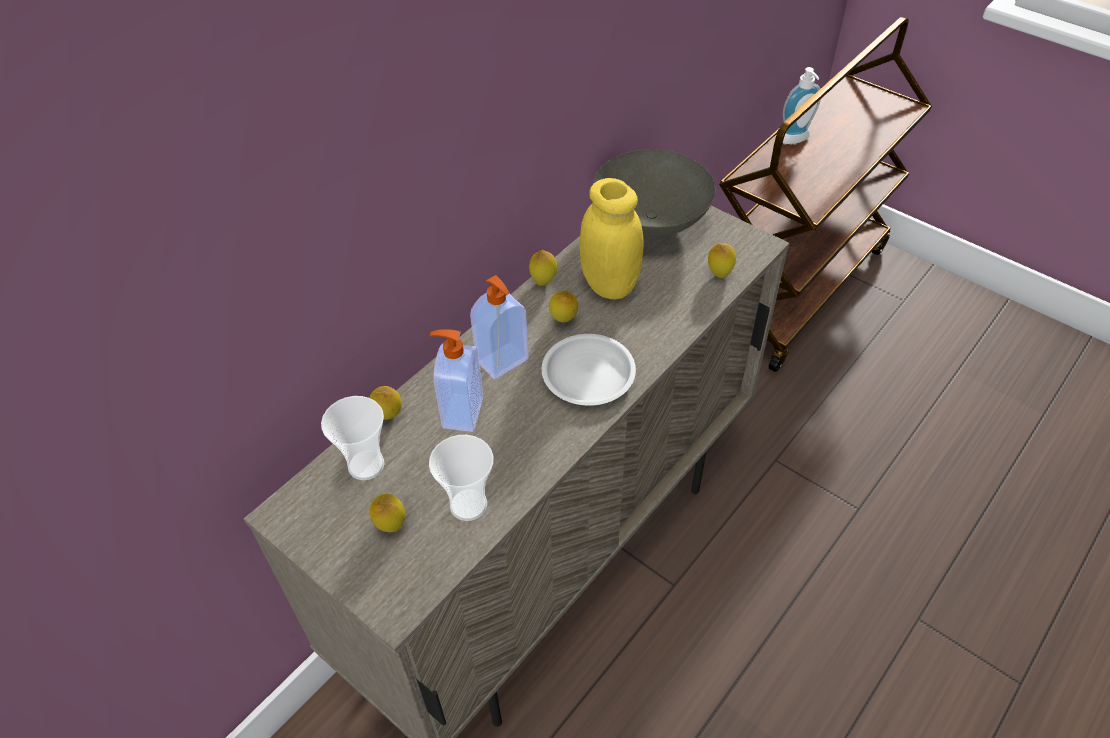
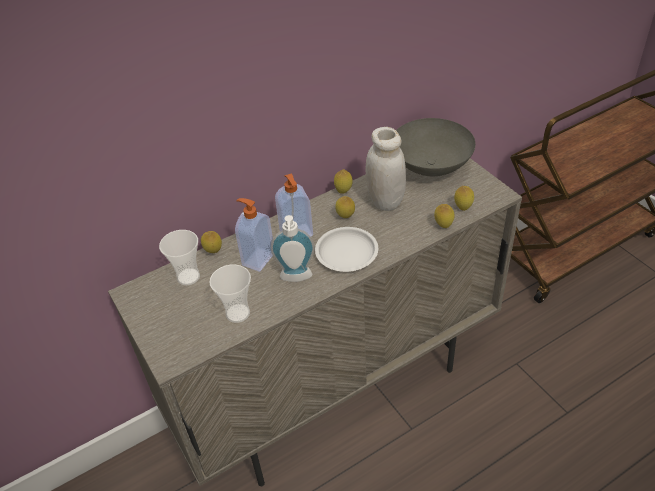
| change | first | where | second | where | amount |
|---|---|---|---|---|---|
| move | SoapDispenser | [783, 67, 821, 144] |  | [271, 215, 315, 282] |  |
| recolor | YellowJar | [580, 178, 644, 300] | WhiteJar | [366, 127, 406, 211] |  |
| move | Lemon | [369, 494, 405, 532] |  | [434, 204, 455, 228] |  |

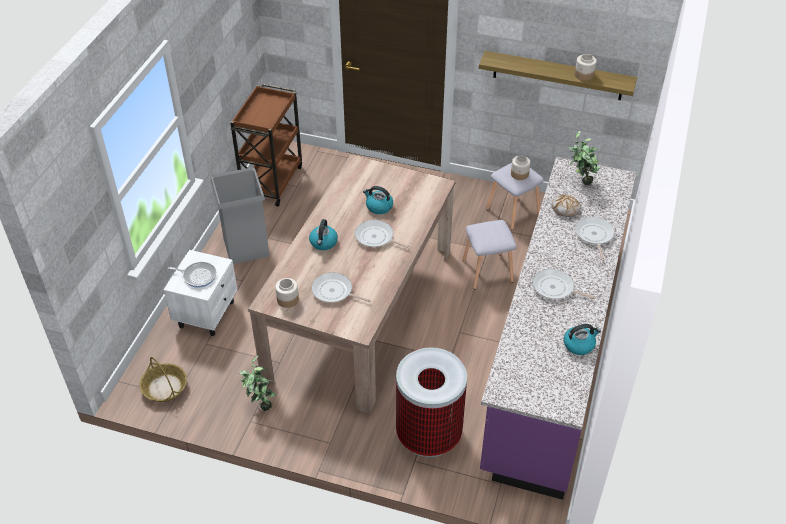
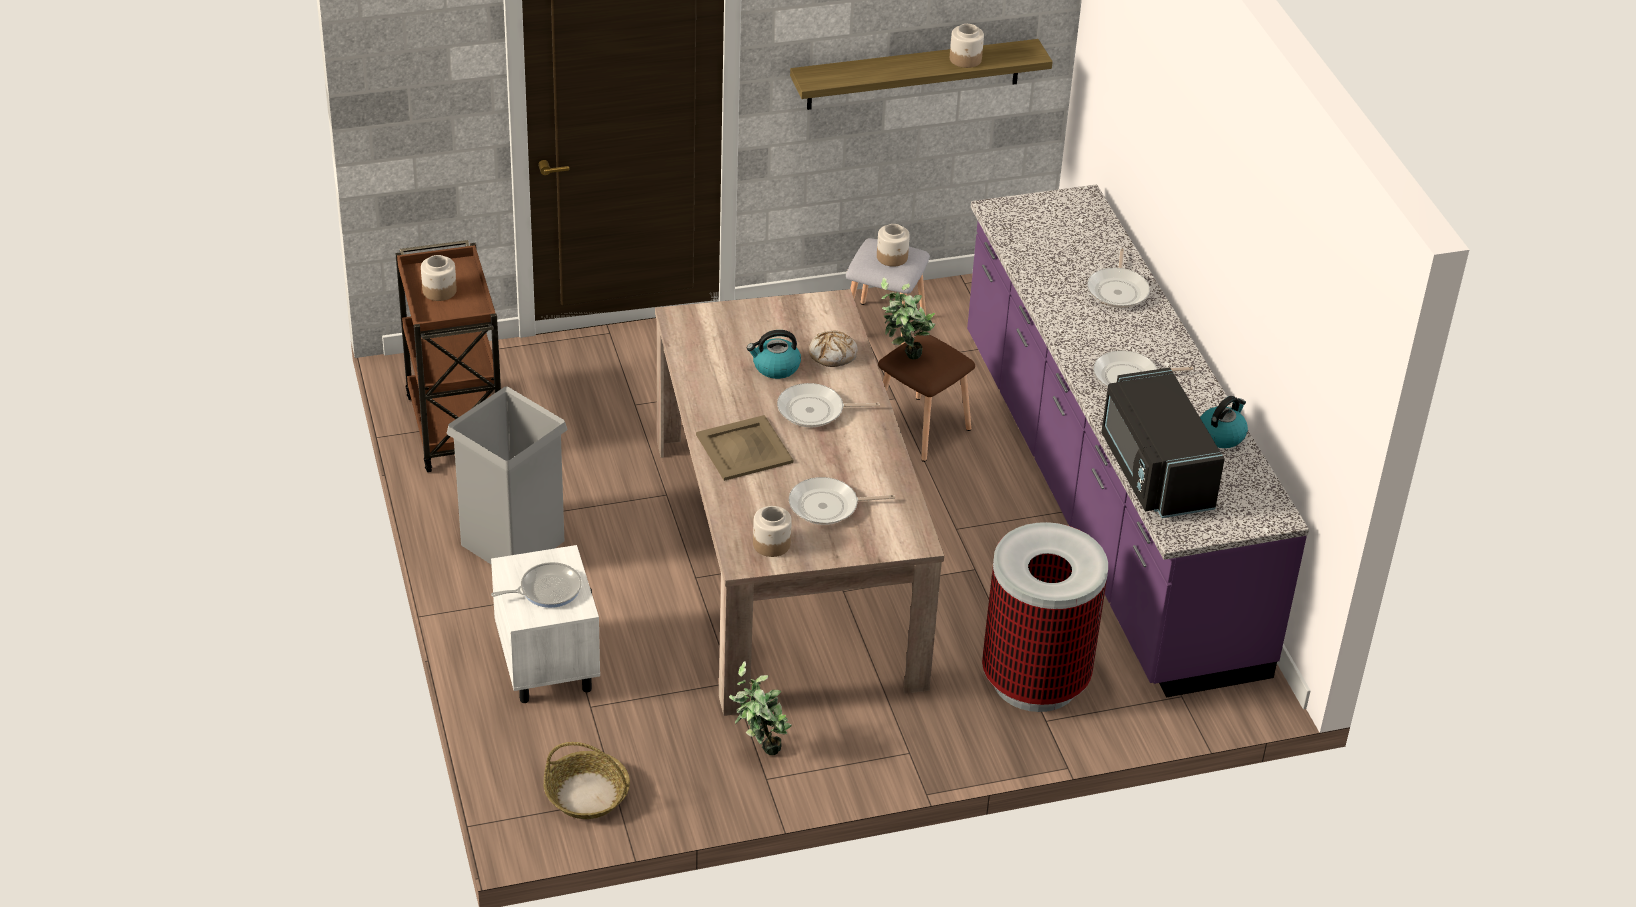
| change | first | where | second | where | amount |
|---|---|---|---|---|---|
| insert |  |  | Jar | [421, 255, 457, 301] |  |
| replace | Kettle | [309, 219, 338, 250] | BeigeTray | [696, 415, 793, 481] |  |
| move | Bread | [552, 195, 581, 217] |  | [809, 331, 858, 367] |  |
| recolor | GreyStool | [462, 220, 517, 289] | BrownStool | [878, 335, 975, 462] |  |
| move | PottedPlant | [569, 131, 601, 185] |  | [881, 277, 935, 360] |  |
| rotate | FryingPan | [575, 217, 615, 261] |  | [1087, 249, 1150, 308] | 135 degrees counterclockwise |
| insert |  |  | BlackMicrowave | [1101, 368, 1225, 518] |  |

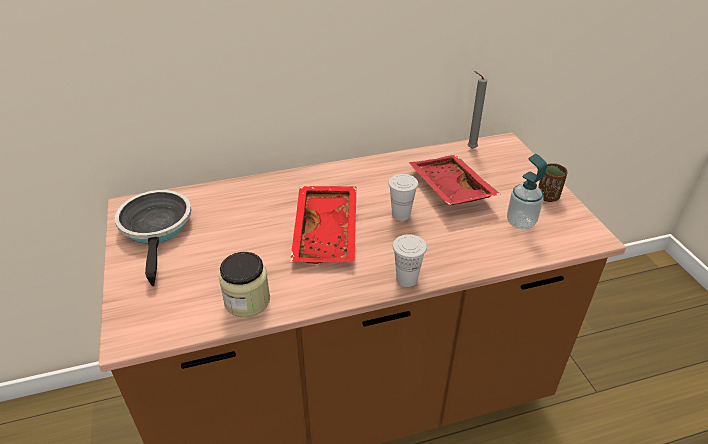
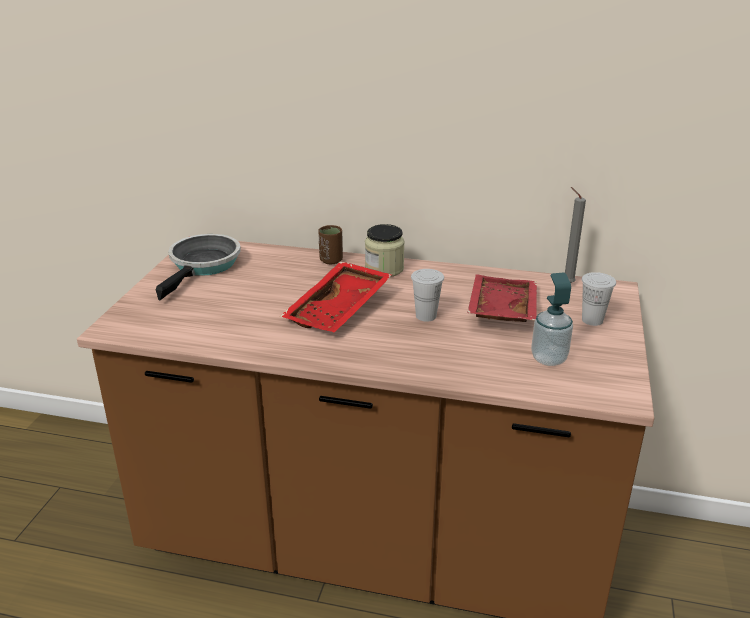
| change | first | where | second | where | amount |
|---|---|---|---|---|---|
| move | BrownCup | [538, 163, 568, 202] |  | [318, 225, 343, 264] |  |
| move | Jar | [219, 252, 270, 317] |  | [365, 224, 405, 277] |  |
| move | WhiteCup | [393, 234, 427, 287] |  | [582, 272, 616, 326] |  |

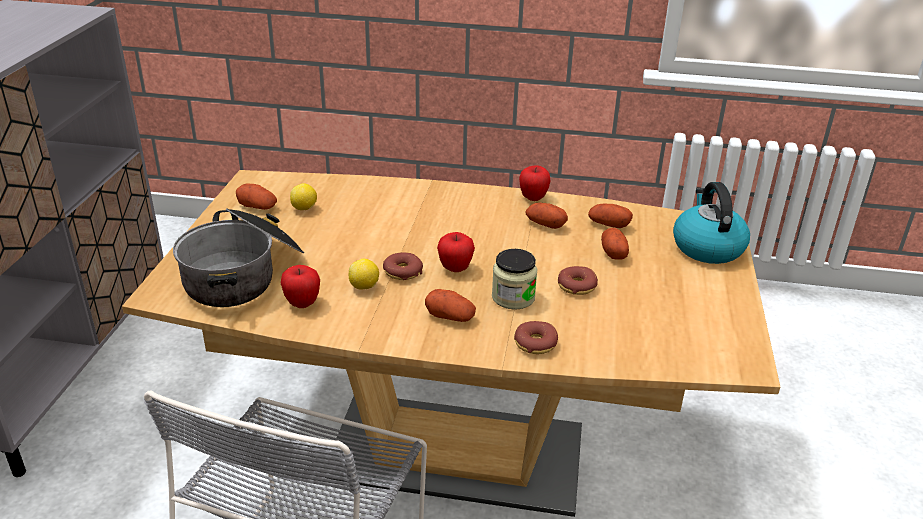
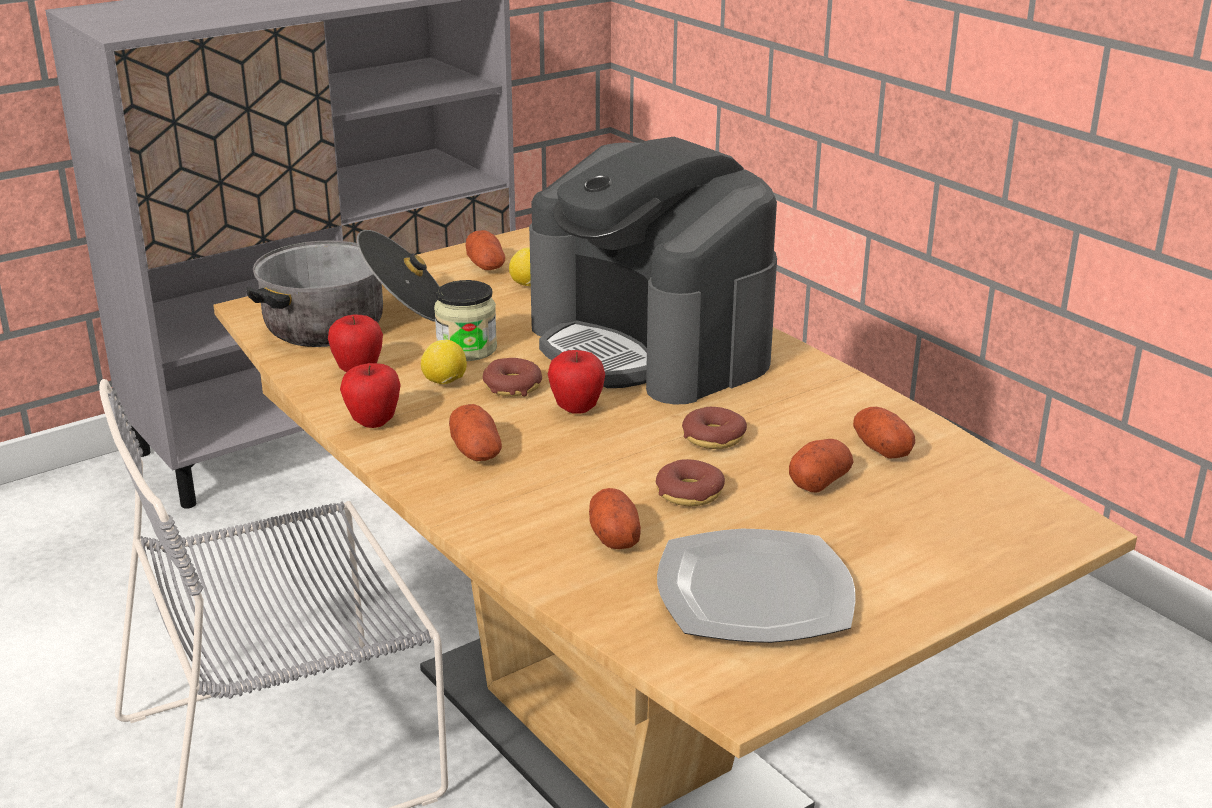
| change | first | where | second | where | amount |
|---|---|---|---|---|---|
| move | Apple | [519, 165, 551, 201] |  | [340, 363, 401, 428] |  |
| move | Jar | [492, 249, 538, 310] |  | [434, 280, 497, 361] |  |
| insert |  |  | CoffeeMachine | [529, 137, 777, 405] |  |
| move | Potato | [525, 203, 568, 229] |  | [589, 488, 641, 549] |  |
| insert |  |  | Plate | [657, 529, 855, 643] |  |
| move | Donut | [514, 321, 558, 354] |  | [682, 407, 747, 449] |  |
| delete | Kettle | [673, 182, 750, 264] |  |  |  |

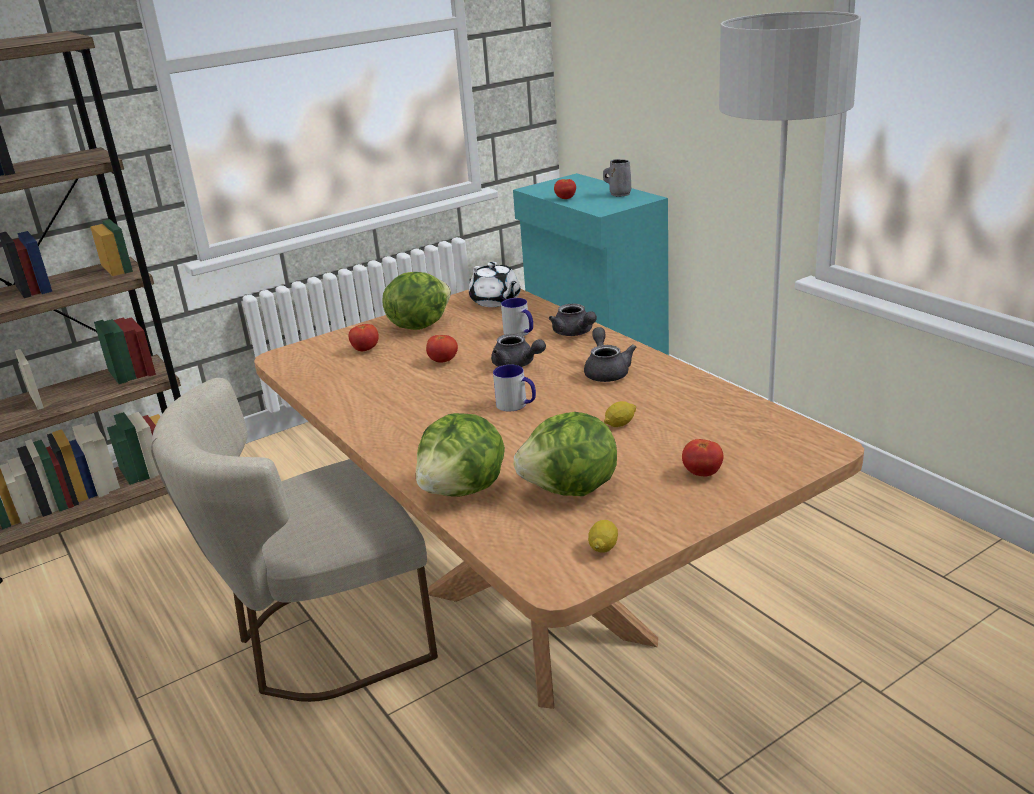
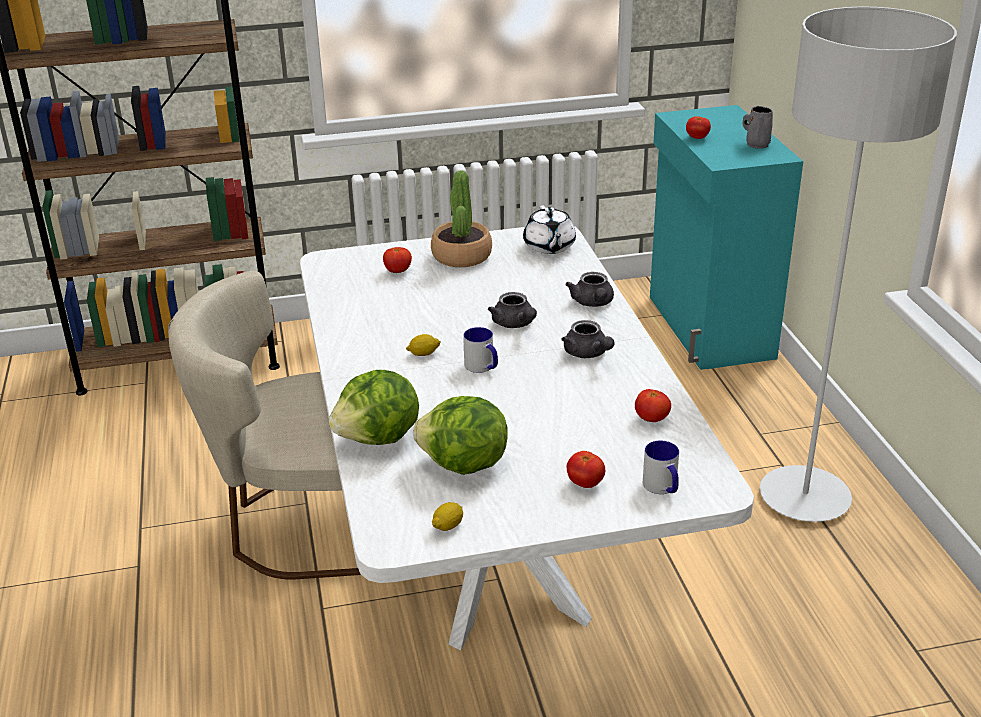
| change | first | where | second | where | amount |
|---|---|---|---|---|---|
| recolor | BrownDiningTable | [254, 289, 864, 709] | WhiteDiningTable | [300, 226, 754, 650] |  |
| move | Lemon | [604, 401, 636, 427] |  | [406, 334, 441, 356] |  |
| replace | Lettuce | [383, 272, 451, 330] | PottedPlant | [431, 170, 492, 267] |  |
| rotate | GreyTeapot | [584, 327, 636, 382] |  | [562, 320, 614, 358] | 135 degrees clockwise |
| move | Tomato | [426, 335, 458, 363] |  | [635, 389, 671, 422] |  |
| move | Mug | [501, 298, 533, 336] |  | [643, 441, 679, 494] |  |

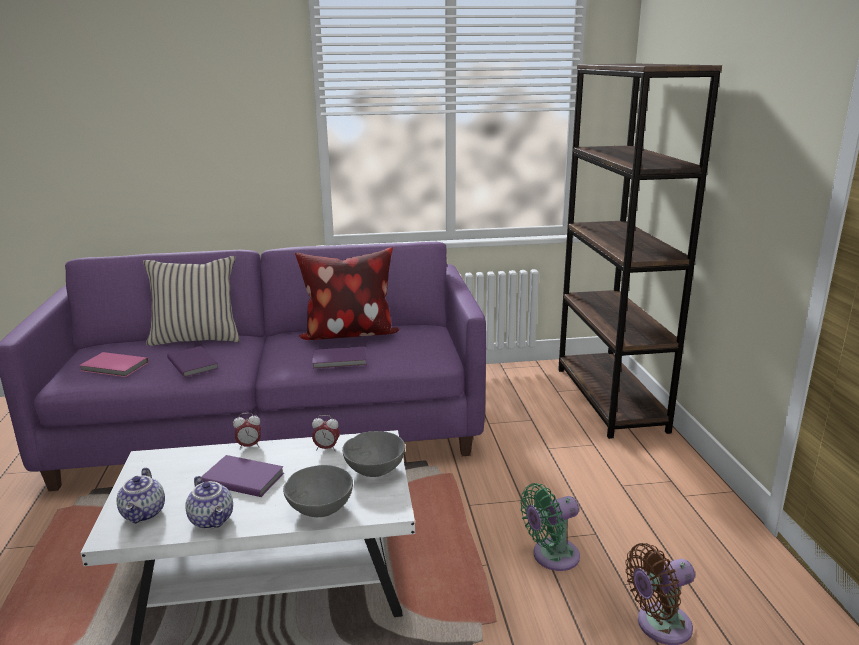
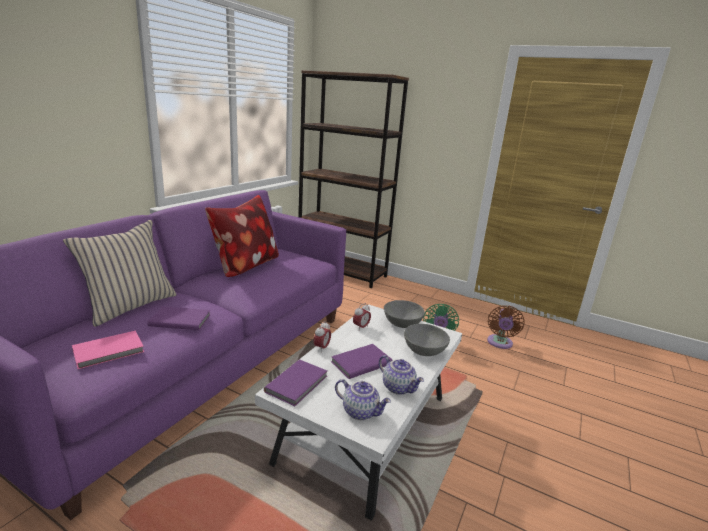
| change | first | where | second | where | amount |
|---|---|---|---|---|---|
| move | PurpleBook | [312, 347, 367, 369] |  | [264, 360, 327, 406] |  |
| rotate | Teapot | [185, 476, 233, 529] |  | [379, 355, 424, 395] | 45 degrees clockwise |

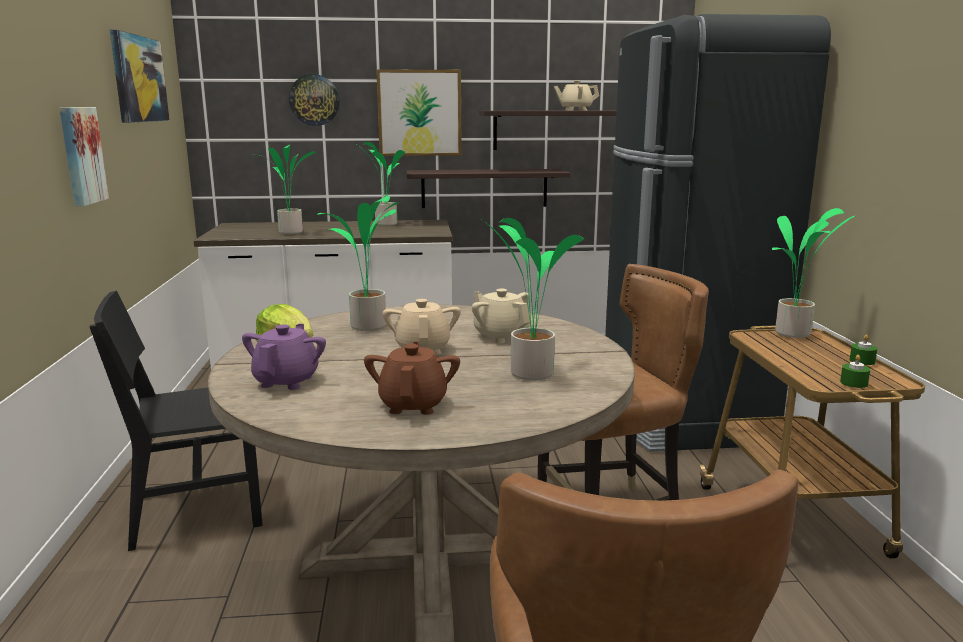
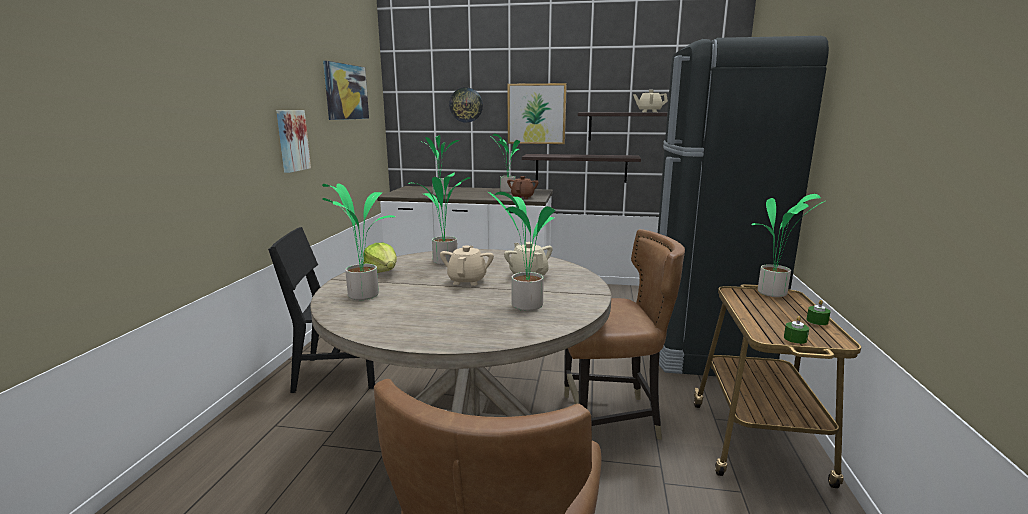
| change | first | where | second | where | amount |
|---|---|---|---|---|---|
| replace | PurpleTeapot | [242, 324, 326, 390] | PottedPlant | [322, 184, 396, 300] |  |
| move | BrownTeapot | [364, 342, 460, 415] |  | [507, 176, 539, 199] |  |

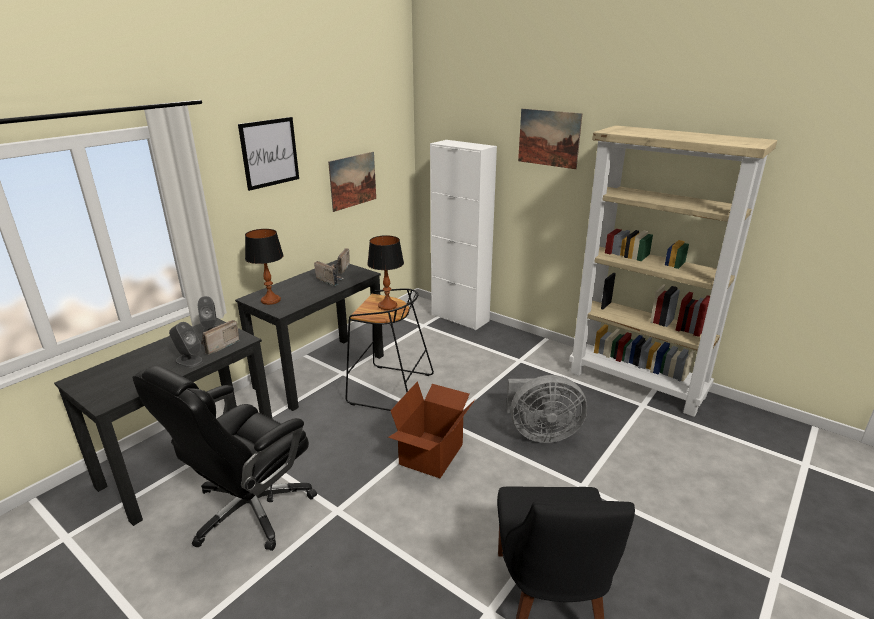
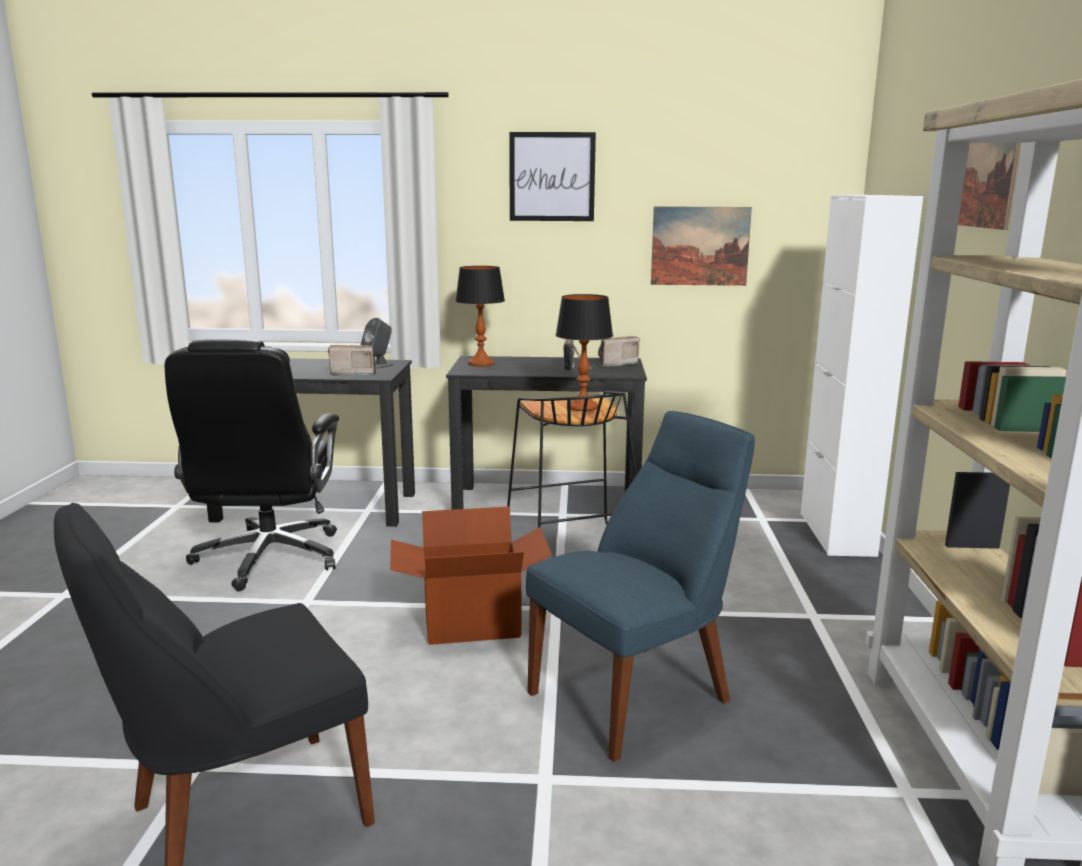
| change | first | where | second | where | amount |
|---|---|---|---|---|---|
| rotate | BlackOfficeChair | [132, 366, 317, 551] |  | [165, 339, 339, 591] | 90 degrees counterclockwise |
| replace | GreyFan | [506, 375, 587, 443] | BlueChair | [526, 411, 755, 762] |  |
| delete | GreySpeaker | [169, 322, 203, 367] |  |  |  |

